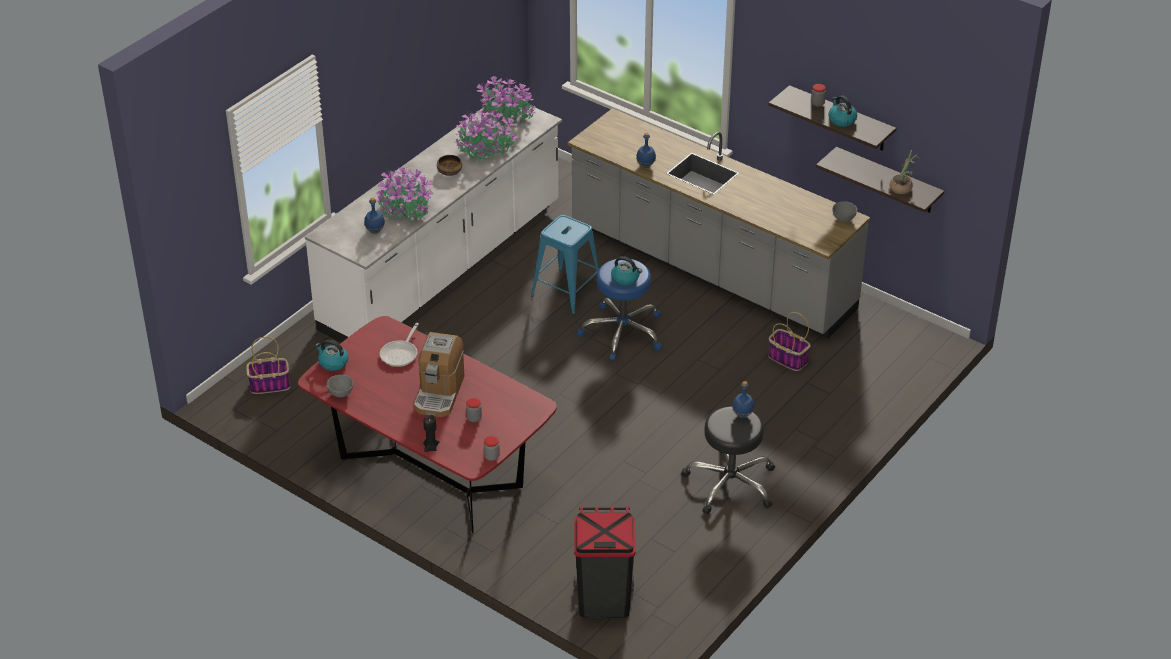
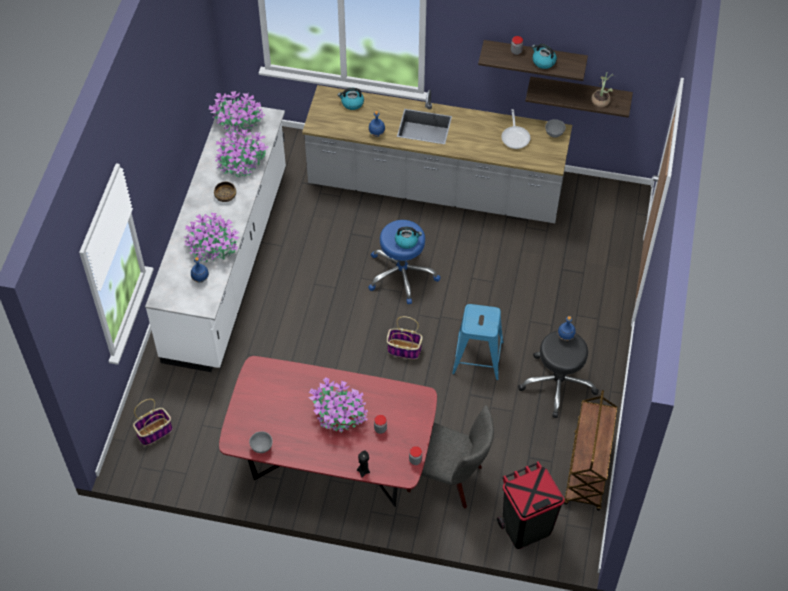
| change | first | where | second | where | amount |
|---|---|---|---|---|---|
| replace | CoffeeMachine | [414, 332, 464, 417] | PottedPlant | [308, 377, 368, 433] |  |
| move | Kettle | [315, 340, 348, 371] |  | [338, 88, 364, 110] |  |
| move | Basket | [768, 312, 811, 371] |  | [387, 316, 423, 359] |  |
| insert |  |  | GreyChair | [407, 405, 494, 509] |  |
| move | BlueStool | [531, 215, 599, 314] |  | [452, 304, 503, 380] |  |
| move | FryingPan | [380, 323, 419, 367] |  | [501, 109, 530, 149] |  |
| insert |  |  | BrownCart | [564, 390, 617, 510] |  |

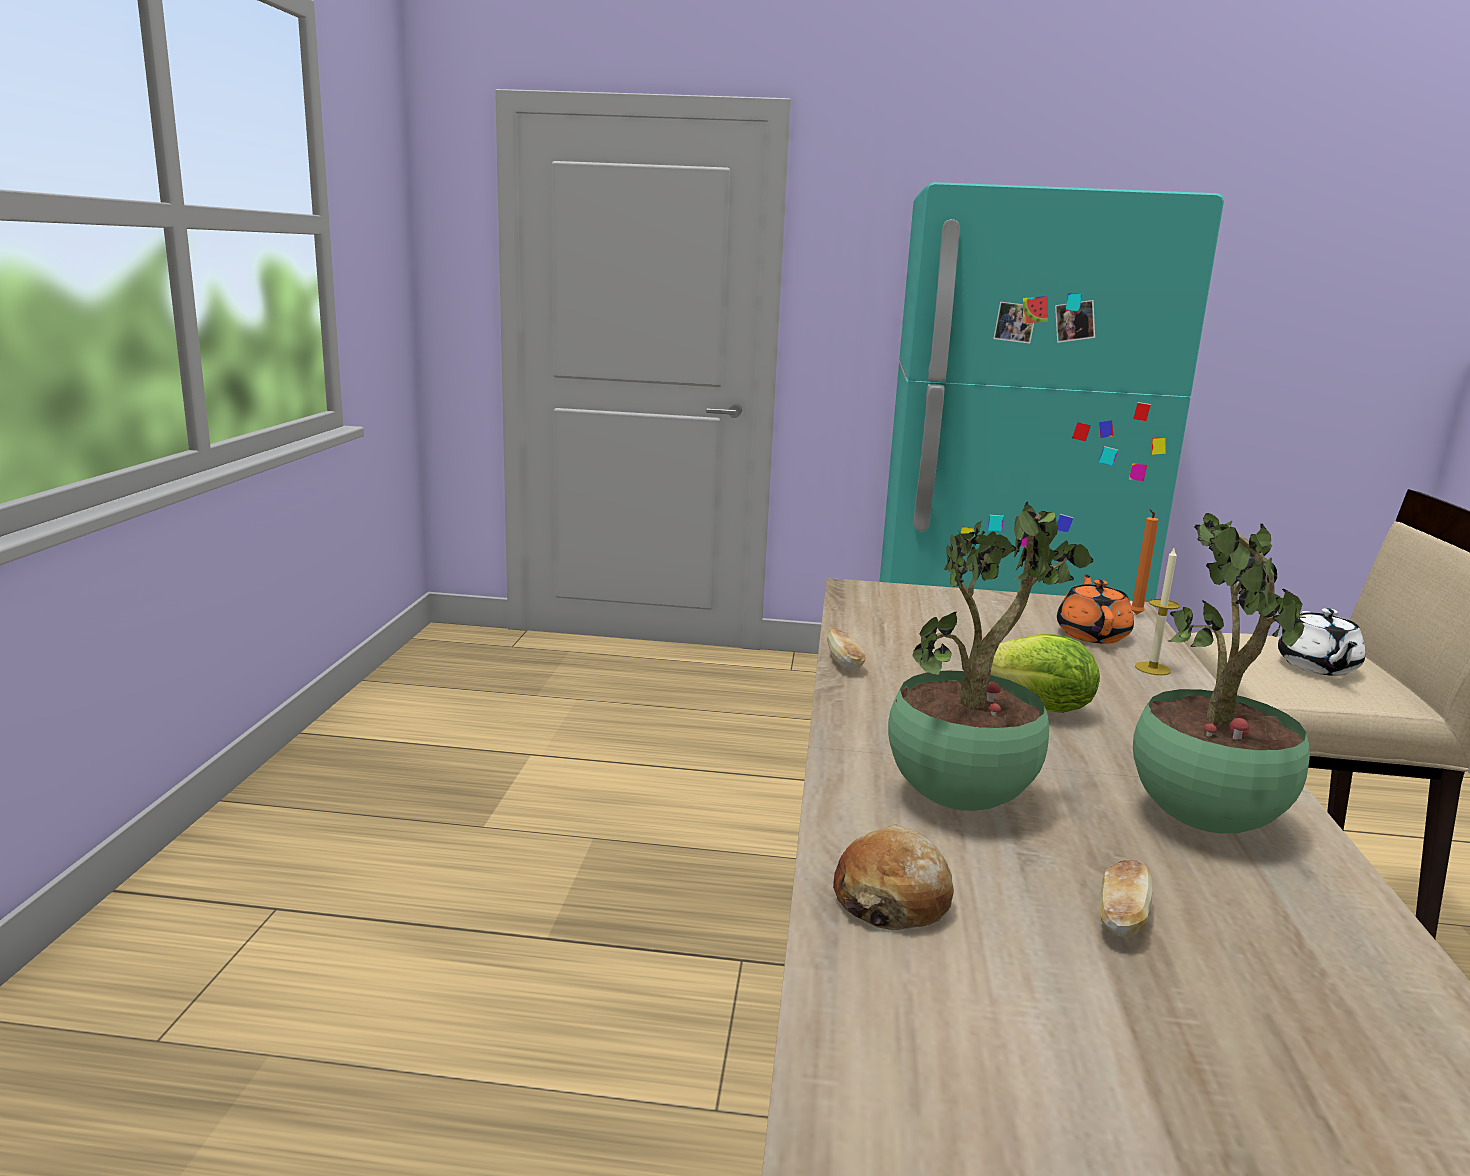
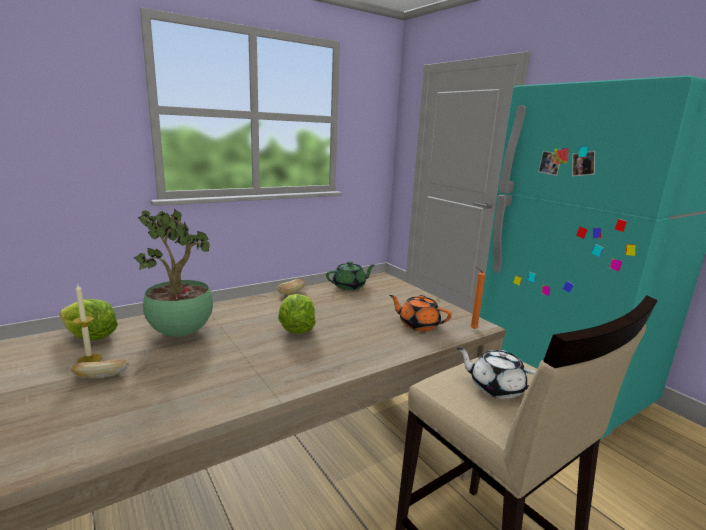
| change | first | where | second | where | amount |
|---|---|---|---|---|---|
| replace | Bread | [833, 824, 954, 930] | Lettuce | [59, 299, 118, 340] |  |
| move | Candle | [1135, 546, 1180, 675] |  | [72, 283, 102, 363] |  |
| insert |  |  | GreenTeapot | [326, 261, 375, 290] |  |
| rotate | OrangeTeapot | [1057, 575, 1134, 644] |  | [389, 295, 452, 331] | 120 degrees counterclockwise |
| rotate | WhiteTeapot | [1278, 608, 1365, 676] |  | [457, 348, 536, 399] | 60 degrees clockwise |
| delete | PottedPlant | [1133, 513, 1310, 833] |  |  |  |

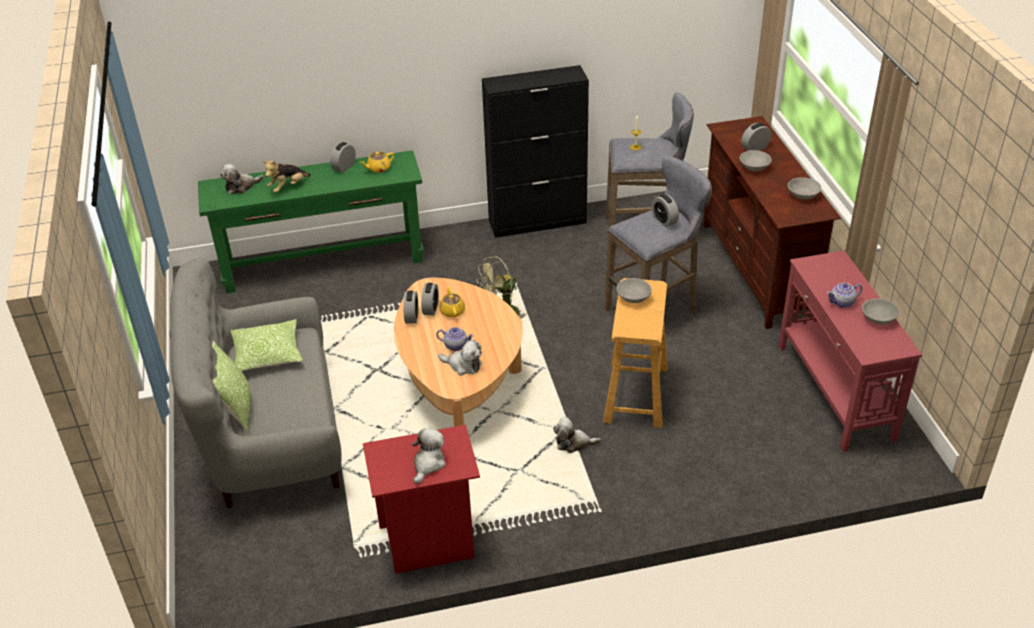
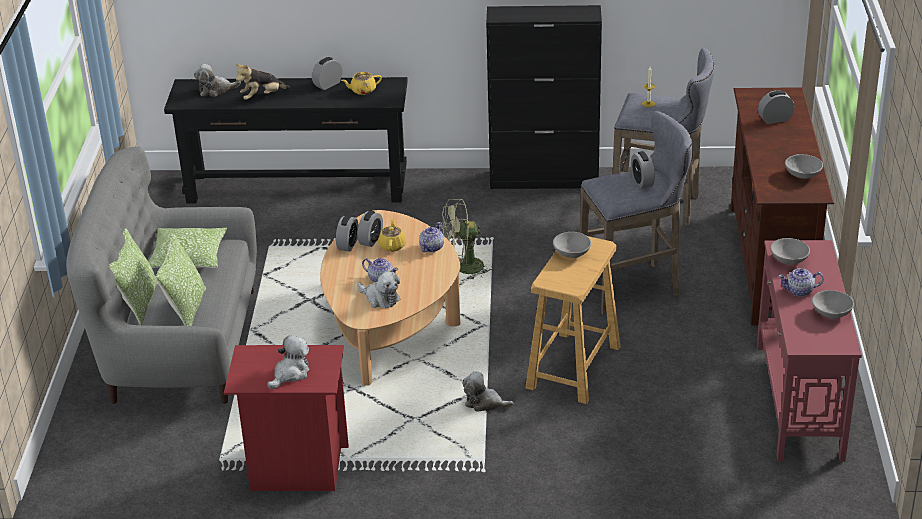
| change | first | where | second | where | amount |
|---|---|---|---|---|---|
| insert |  |  | Pillow | [156, 234, 206, 326] |  |
| recolor | GreenConsoleTable | [198, 150, 424, 293] | BlackConsoleTable | [164, 77, 408, 204] |  |
| insert |  |  | Teapot | [419, 222, 444, 253] |  |
| move | GreyBowl | [740, 150, 772, 171] |  | [771, 238, 810, 265] |  |

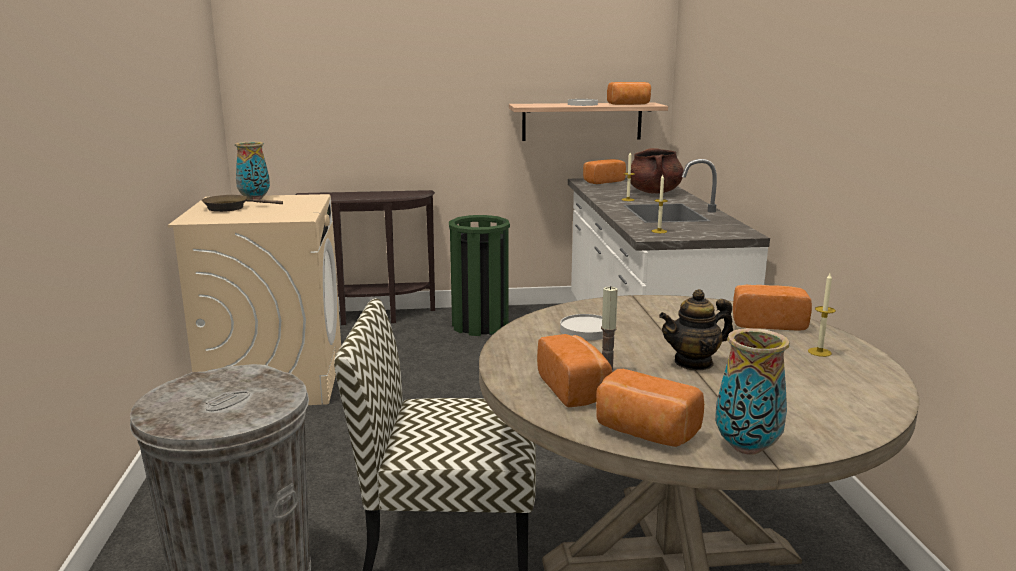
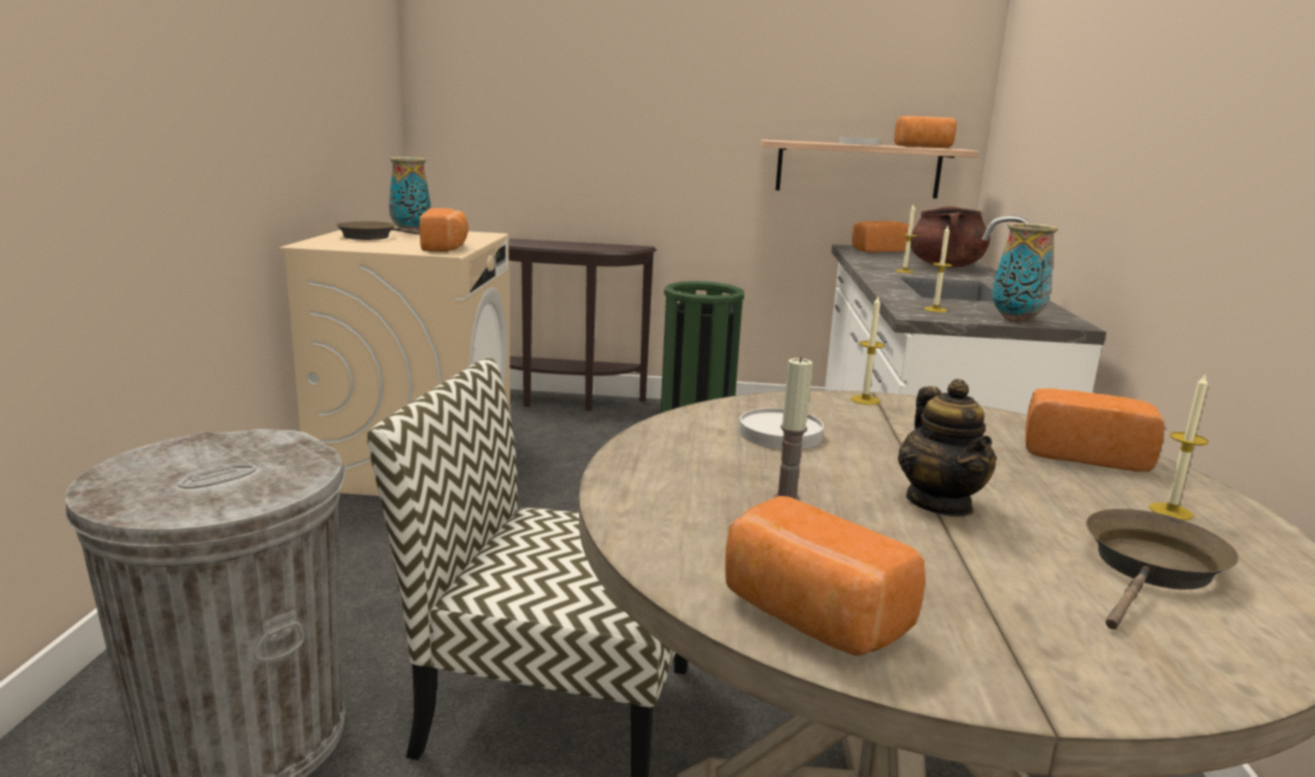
| change | first | where | second | where | amount |
|---|---|---|---|---|---|
| move | Bread | [537, 334, 612, 407] |  | [420, 208, 468, 252] |  |
| insert |  |  | Candle | [851, 296, 885, 405] |  |
| rotate | Teapot | [659, 289, 733, 370] |  | [898, 379, 996, 517] | 90 degrees counterclockwise |
| move | Vase | [715, 328, 790, 455] |  | [992, 223, 1058, 322] |  |
| insert |  |  | BrownFryingPan | [1086, 509, 1239, 629] |  |

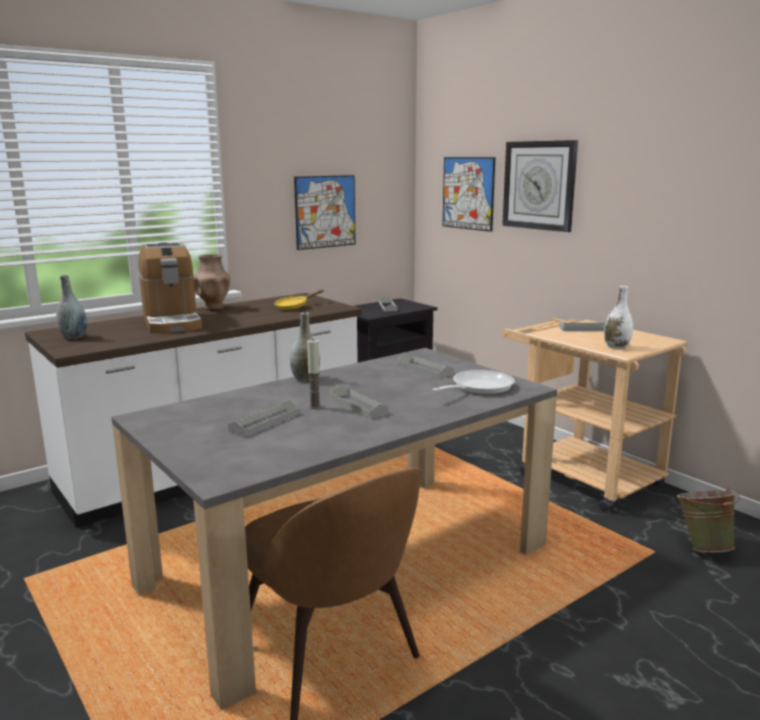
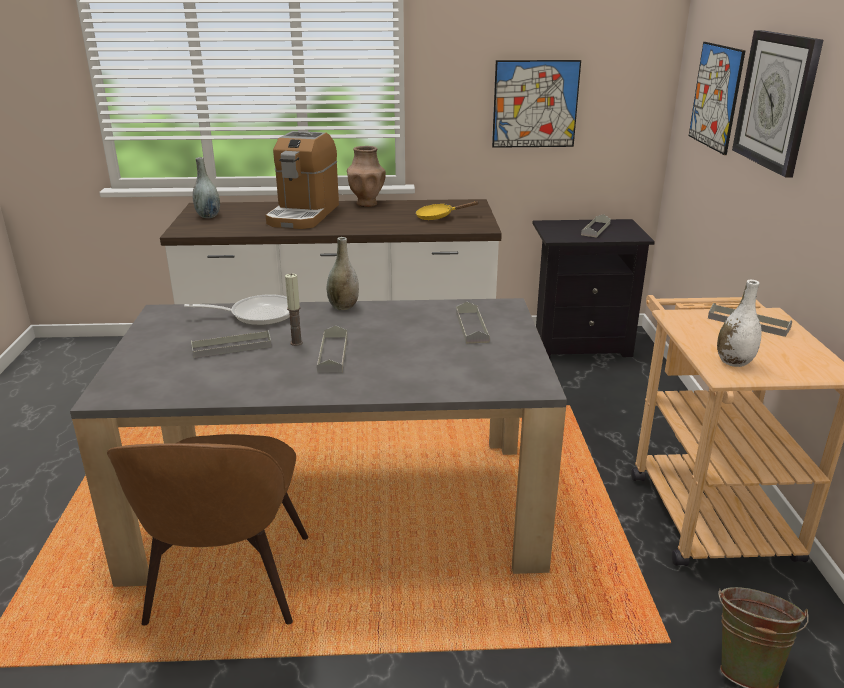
| change | first | where | second | where | amount |
|---|---|---|---|---|---|
| move | FryingPan | [432, 370, 515, 395] |  | [184, 294, 290, 325] |  |

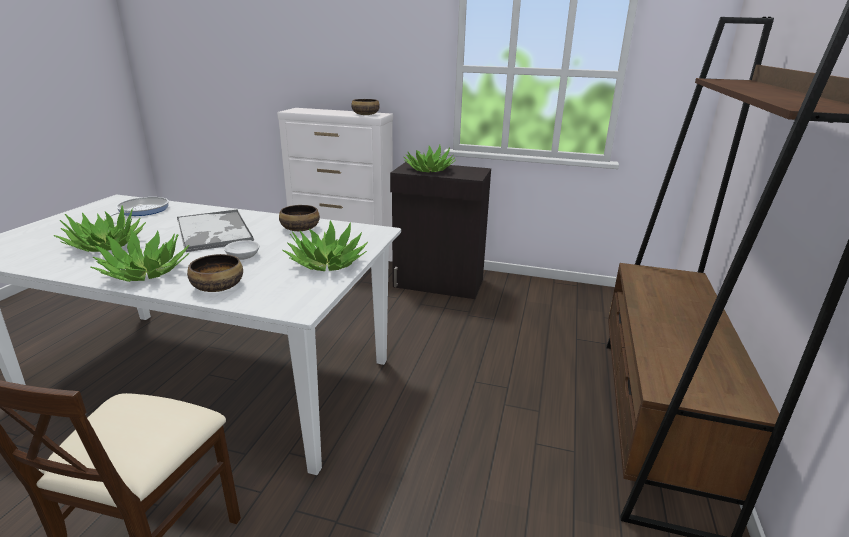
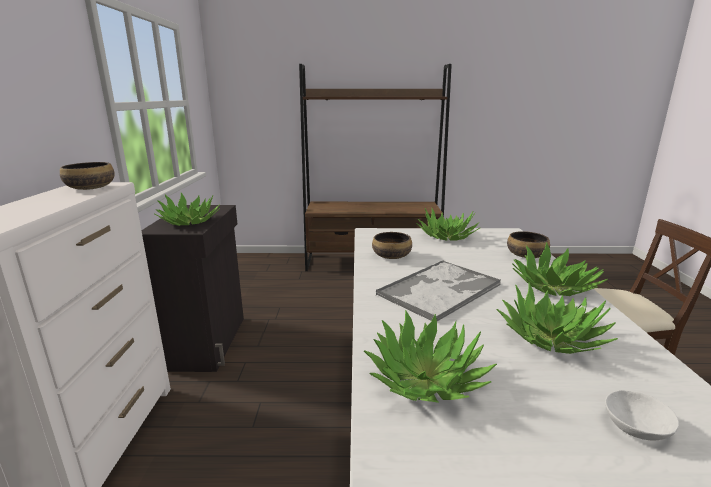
| change | first | where | second | where | amount |
|---|---|---|---|---|---|
| replace | FryingPan | [105, 197, 169, 217] | PottedPlant | [364, 310, 497, 403] |  |
| move | WhiteBowl | [224, 240, 259, 260] |  | [605, 390, 679, 441] |  |

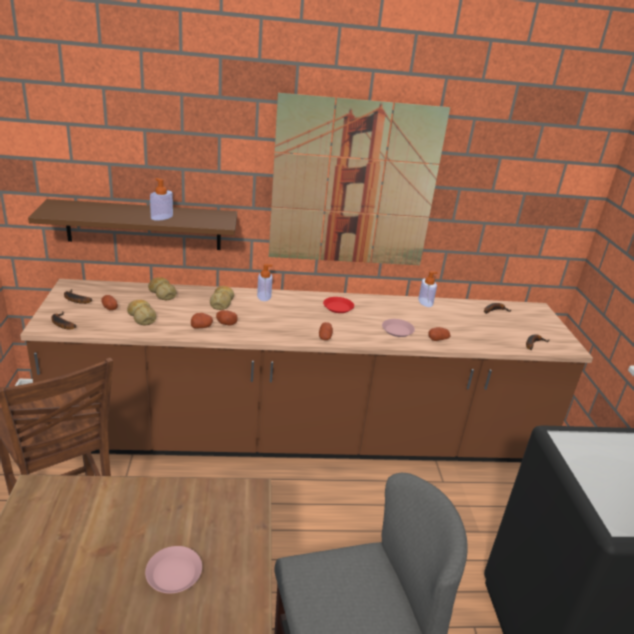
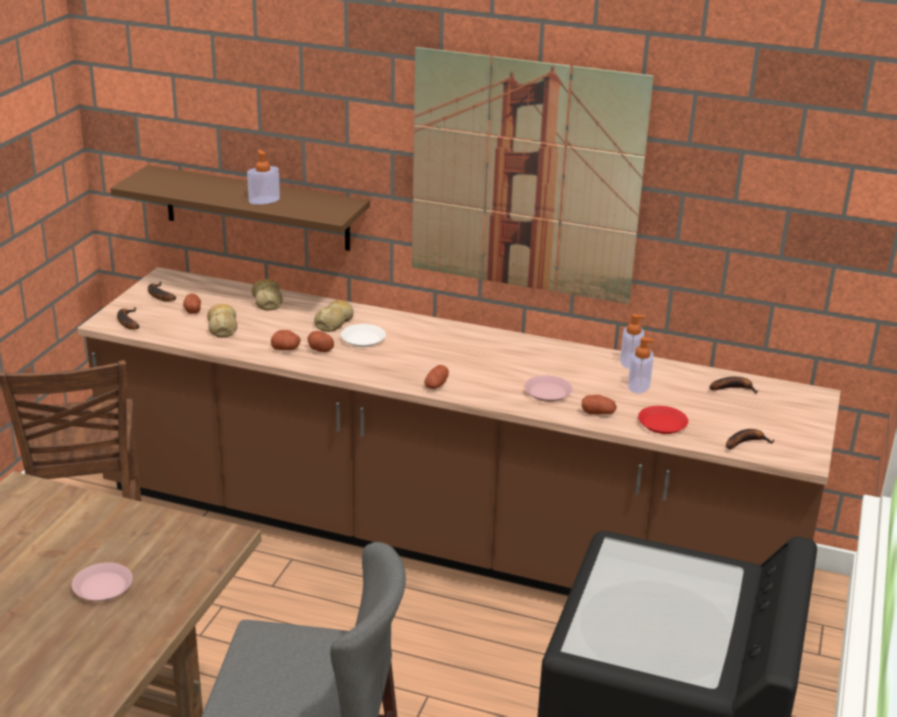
| change | first | where | second | where | amount |
|---|---|---|---|---|---|
| insert |  |  | WhitePlate | [341, 324, 386, 347] |  |
| move | SoapDispenser | [257, 264, 273, 301] |  | [628, 337, 654, 394] |  |
| move | RedPlate | [323, 297, 354, 313] |  | [638, 406, 688, 434] |  |

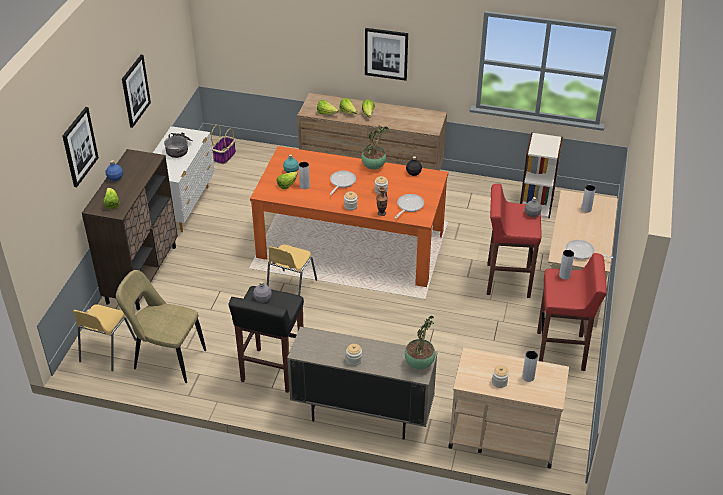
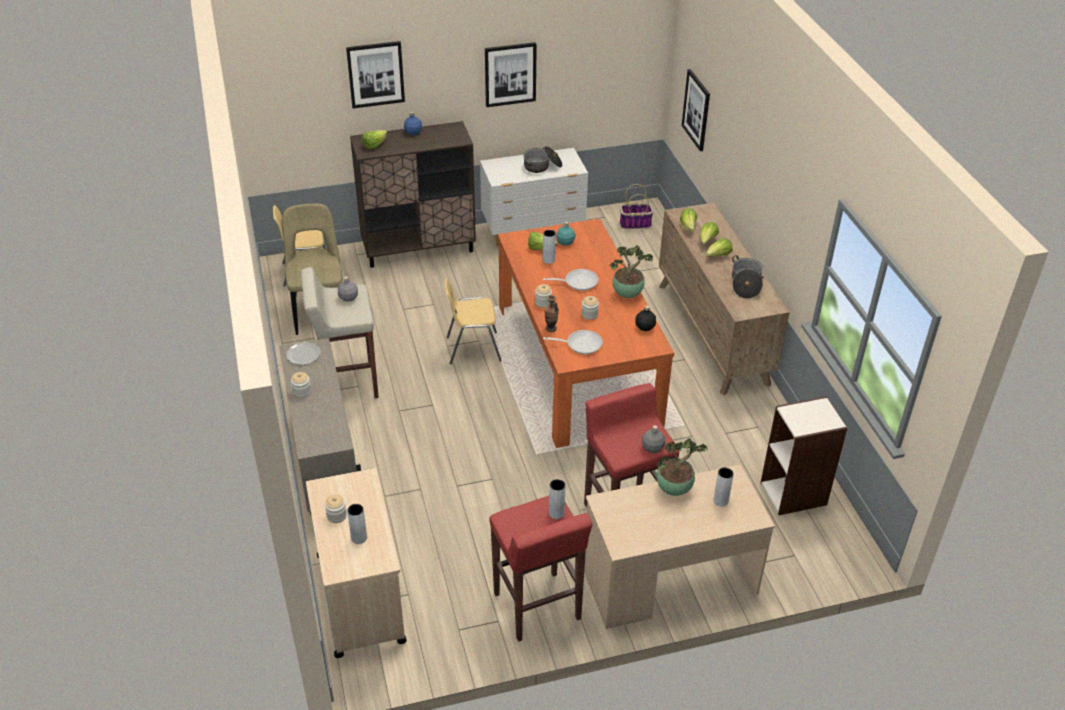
| change | first | where | second | where | amount |
|---|---|---|---|---|---|
| insert |  |  | Plate | [286, 342, 321, 365] |  |
| recolor | BlackStool | [228, 286, 304, 393] | BeigeStool | [301, 267, 379, 398] |  |
| move | PottedPlant | [405, 316, 435, 369] |  | [657, 438, 707, 496] |  |
| move | Picture | [365, 28, 408, 81] |  | [682, 69, 710, 151] |  |
| insert |  |  | CookingPot | [732, 255, 764, 299] |  |
| delete | FryingPan | [566, 240, 613, 260] |  |  |  |

